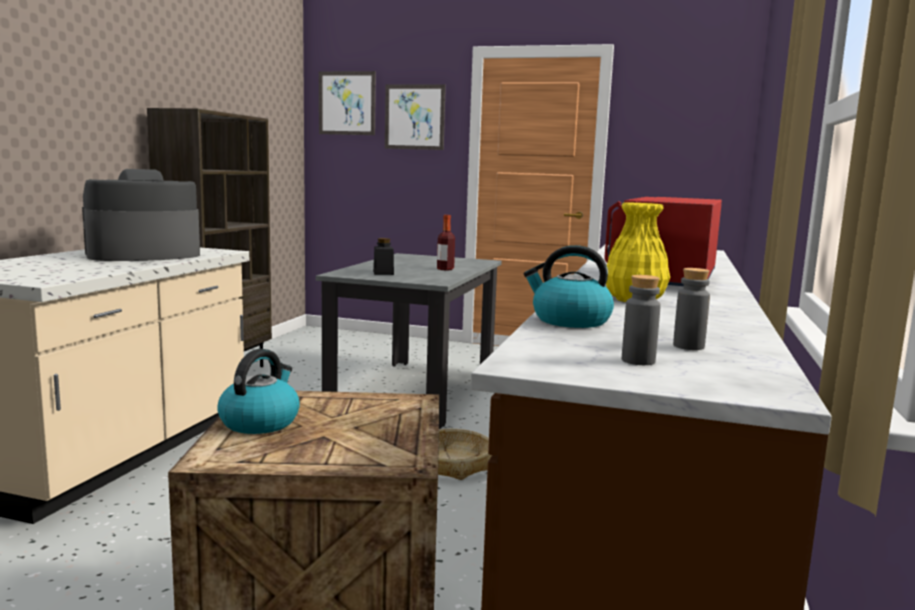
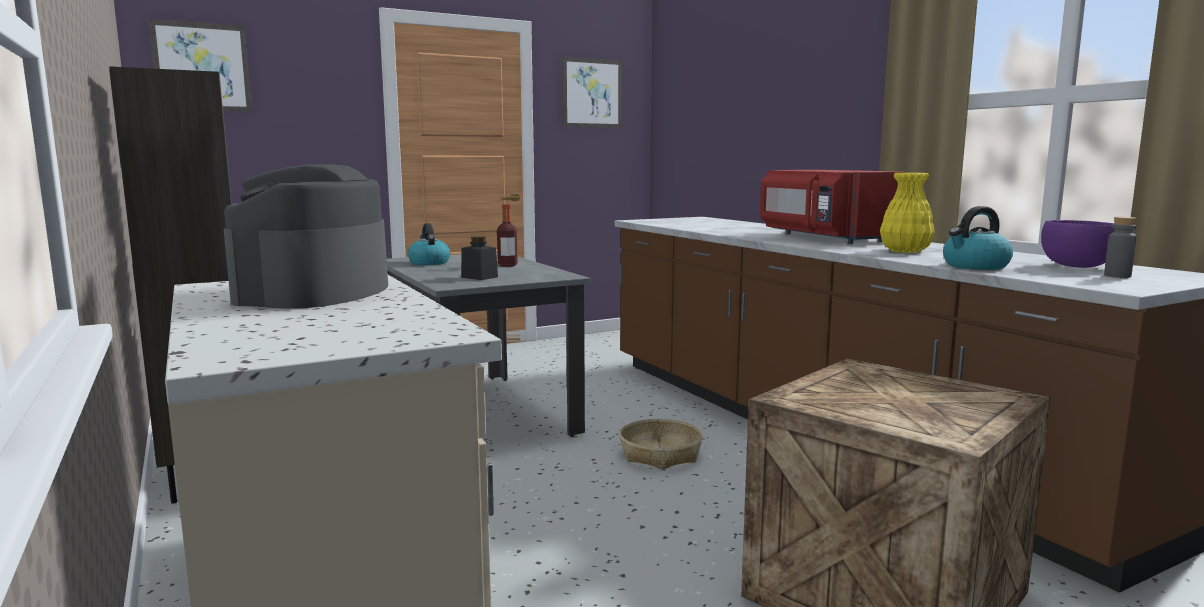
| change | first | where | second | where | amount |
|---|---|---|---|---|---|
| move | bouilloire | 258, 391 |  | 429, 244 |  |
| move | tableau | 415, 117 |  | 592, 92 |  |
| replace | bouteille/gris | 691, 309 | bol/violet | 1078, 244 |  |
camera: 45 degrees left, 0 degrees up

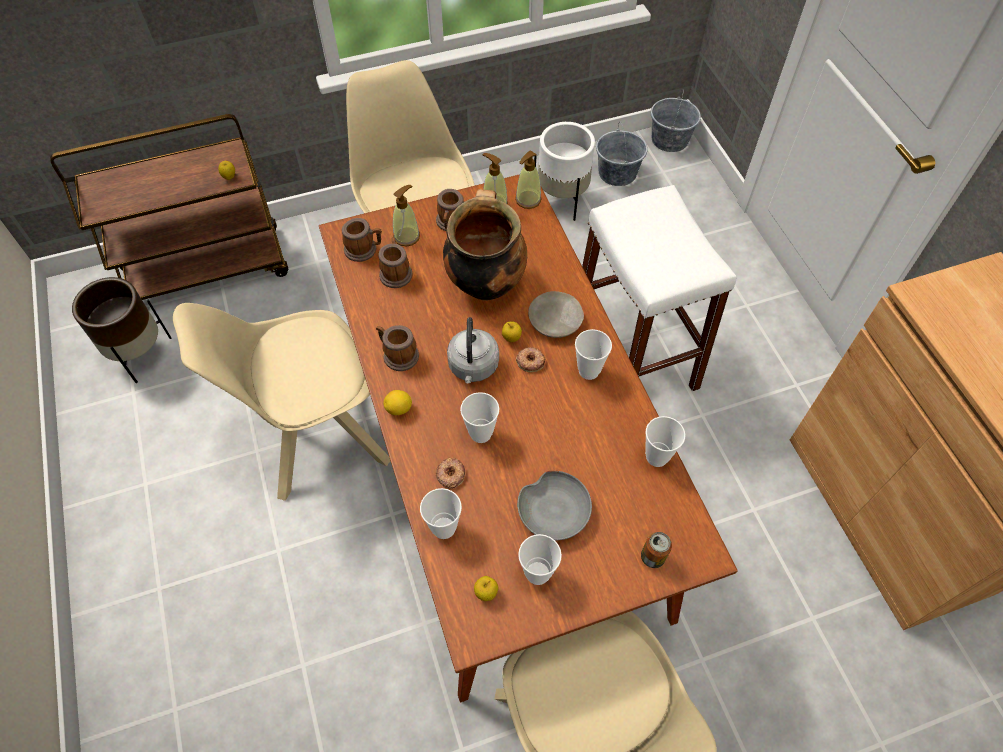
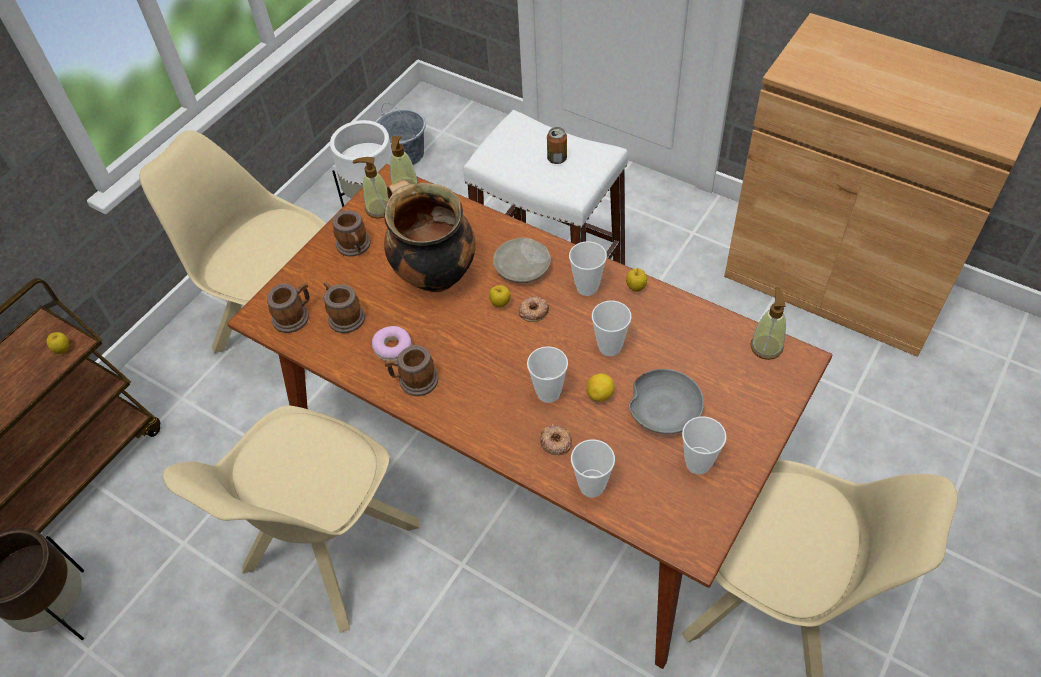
| change | first | where | second | where | amount |
|---|---|---|---|---|---|
| move | citron | 397, 402 |  | 600, 387 |  |
| move | distributeur de savon | 406, 215 |  | 768, 323 |  |
| delete | bouilloire/gris | 473, 350 |  |  |  |
| move | pomme | 486, 588 |  | 636, 280 |  |
| move | boîte métallique | 656, 550 |  | 557, 145 |  |
| move | tasse | 665, 441 |  | 612, 328 |  |
| delete | seau/gris | 676, 120 |  |  |  |
| insert |  |  | beignet | 392, 343 |  |
camera: 35 degrees left, 5 degrees down

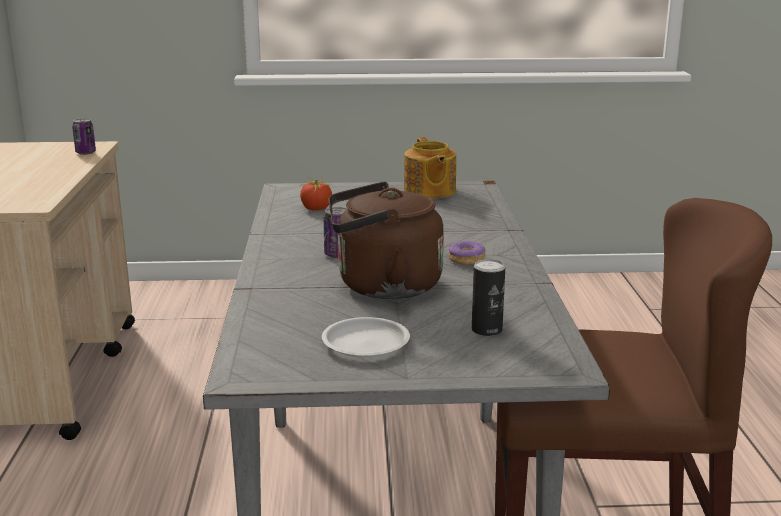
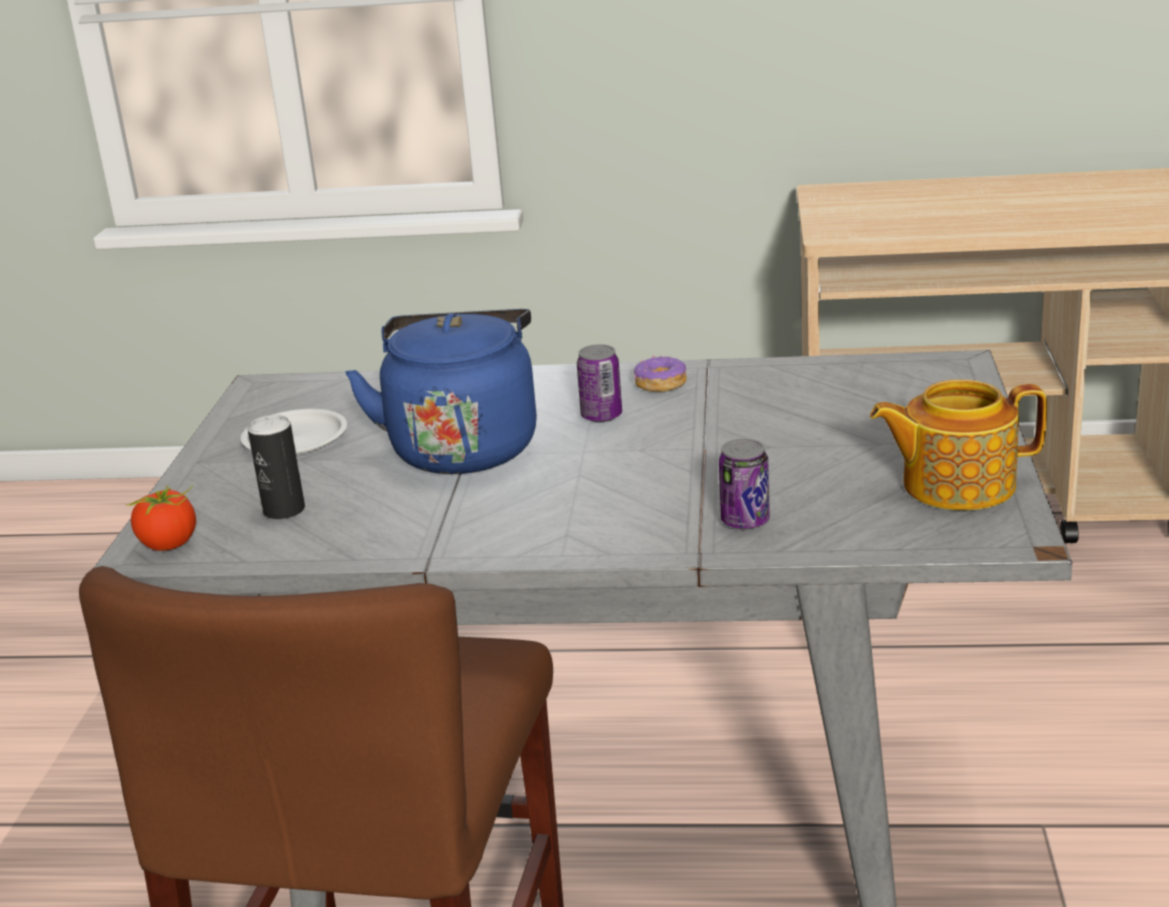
| change | first | where | second | where | amount |
|---|---|---|---|---|---|
| move | boîte métallique | 84, 136 |  | 744, 484 |  |
| move | tomate | 315, 193 |  | 160, 518 |  |
| recolor | bouilloire/marron | 386, 240 | bouilloire/bleu | 441, 391 |  |
| move | beignet | 467, 253 |  | 660, 374 |  |
camera: 100 degrees right, 5 degrees up

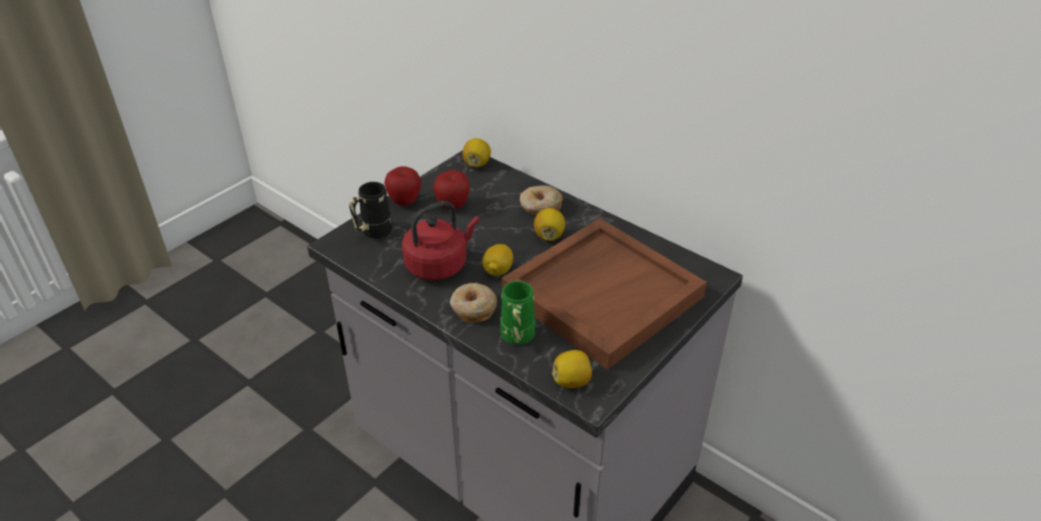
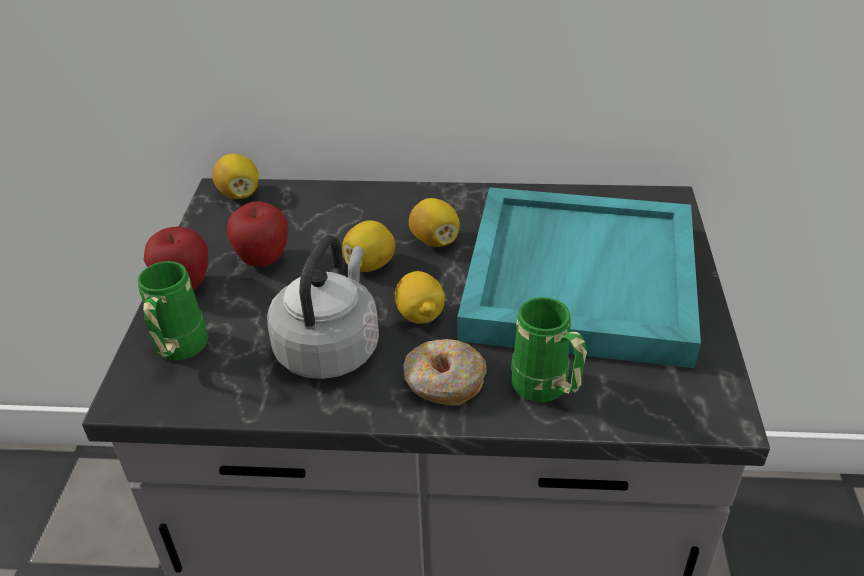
| change | first | where | second | where | amount |
|---|---|---|---|---|---|
| recolor | mug/noir | 370, 210 | mug/vert | 173, 311 |  |
| recolor | bouilloire/rouge | 440, 240 | bouilloire/gris | 323, 307 |  |
| recolor | plateau/marron | 604, 294 | plateau/turquoise | 579, 277 |  |
| delete | beignet | 541, 200 |  |  |  |
| move | citron | 572, 369 |  | 368, 246 |  |
camera: 35 degrees left, 0 degrees up

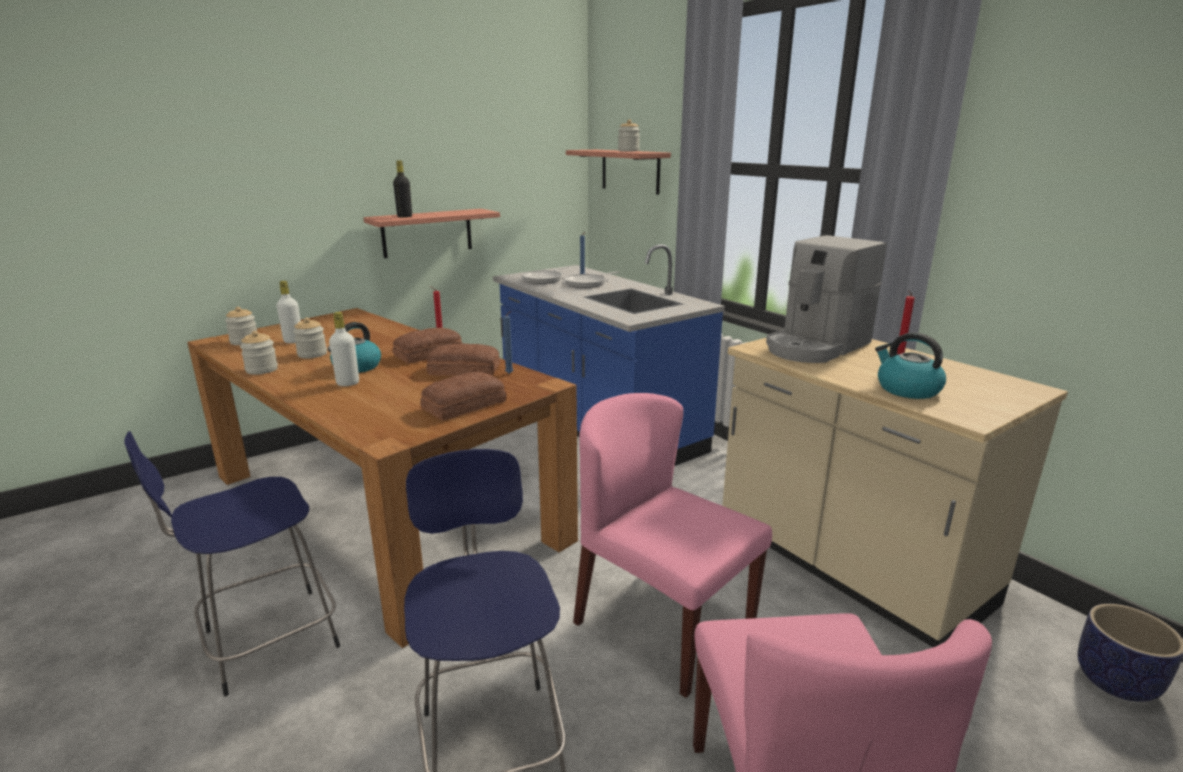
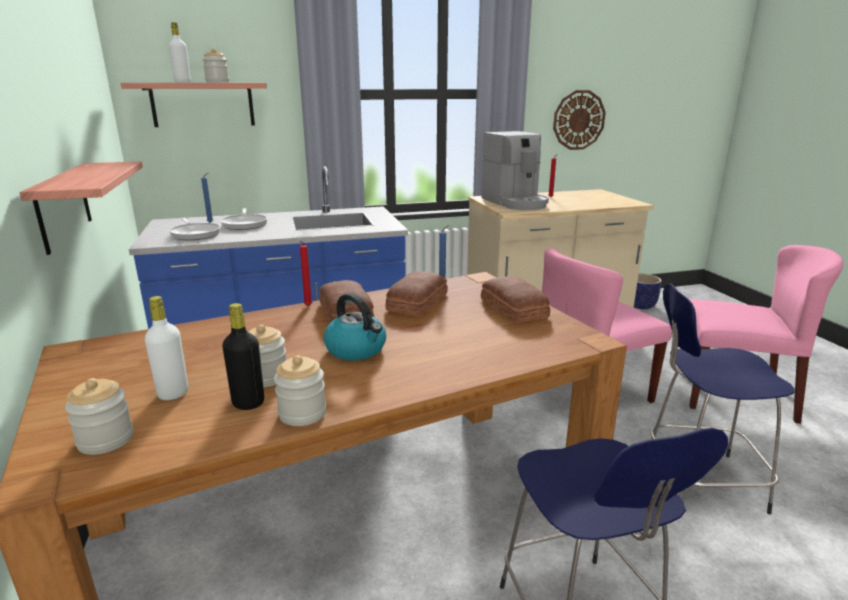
| change | first | where | second | where | amount |
|---|---|---|---|---|---|
| move | bouteille/blanc | 344, 349 |  | 179, 52 |  |
| move | bouteille/noir | 402, 189 |  | 243, 356 |  |
| delete | bouilloire | 910, 365 |  |  |  |
| insert |  |  | horloge murale | 579, 120 |  |
camera: 70 degrees left, 0 degrees up

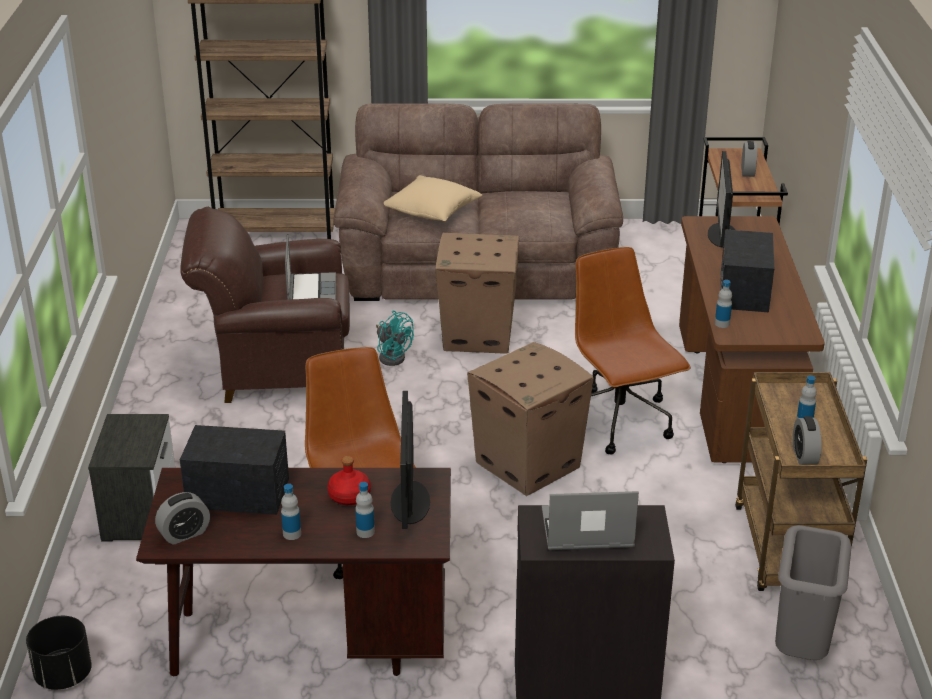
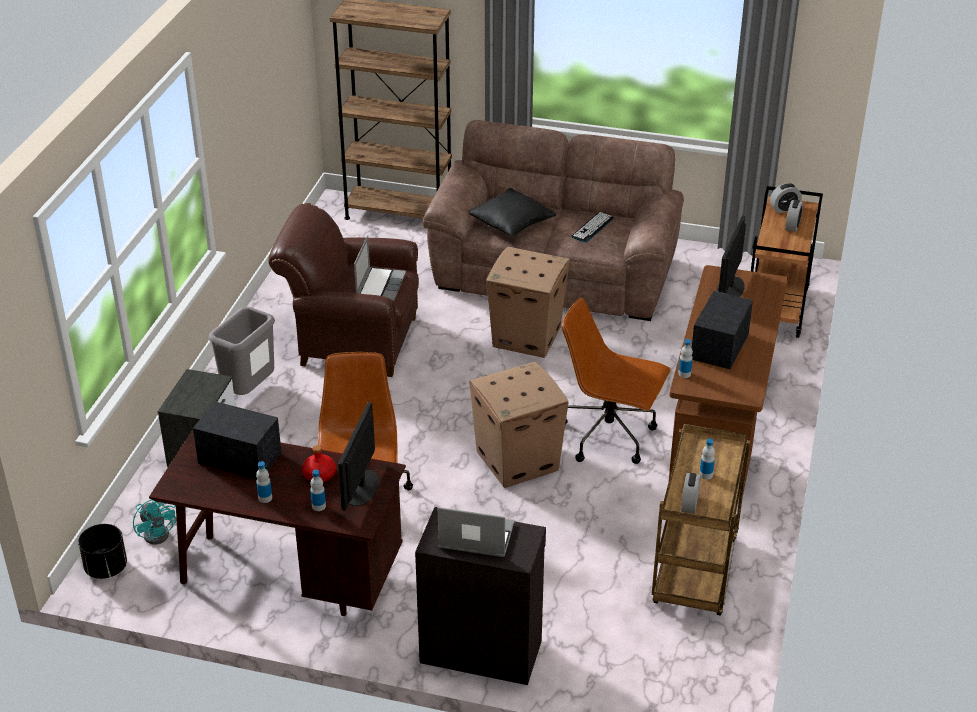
| change | first | where | second | where | amount |
|---|---|---|---|---|---|
| move | réveil | 182, 518 |  | 786, 198 |  |
| move | ventilateur/turquoise | 395, 338 |  | 154, 522 |  |
| recolor | coussin/beige | 433, 198 | coussin/noir | 513, 212 |  |
| rotate | chaise de bureau/marron | 633, 350 |  | 616, 381 | 60 degrees counterclockwise |
| move | poubelle/gris | 813, 592 |  | 241, 351 |  |
| insert |  |  | clavier | 592, 227 |  |
camera: 15 degrees right, 5 degrees up

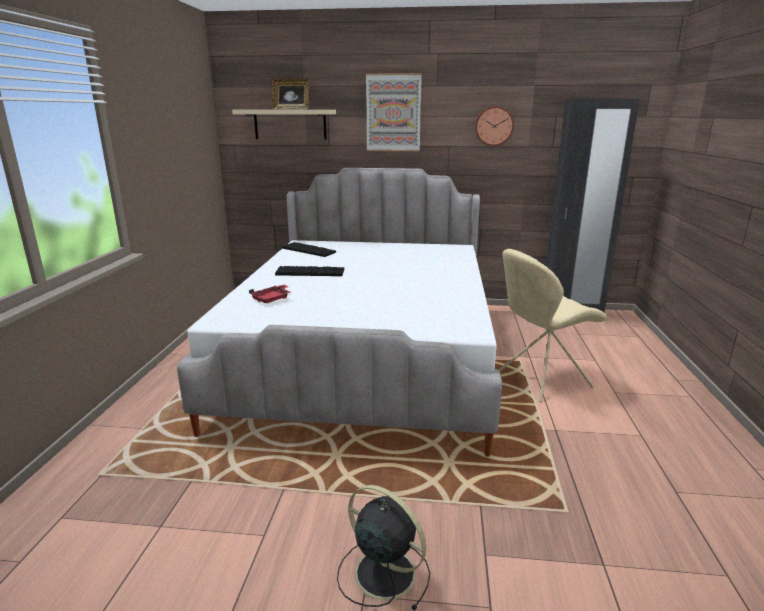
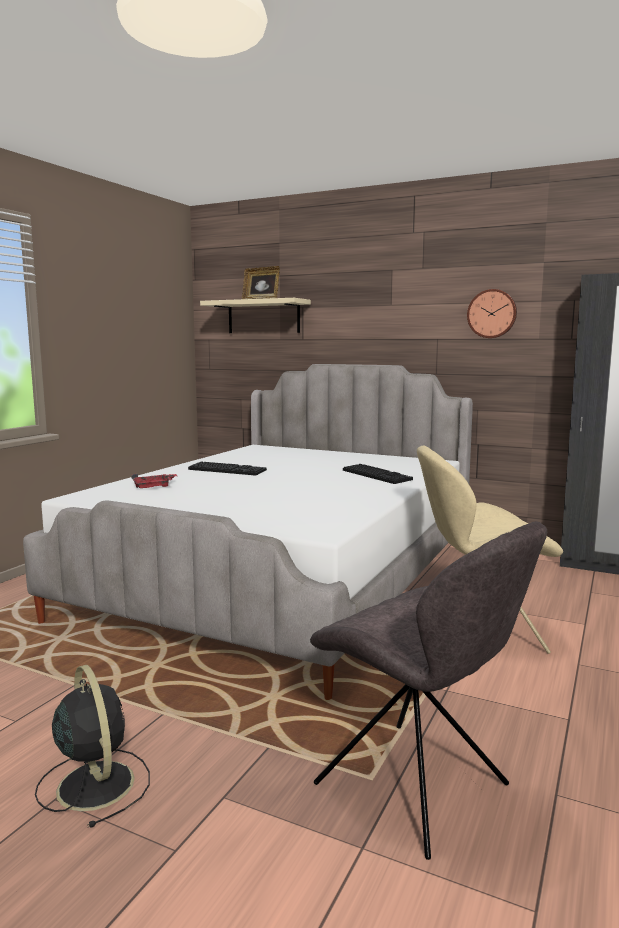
| change | first | where | second | where | amount |
|---|---|---|---|---|---|
| move | clavier | 309, 249 |  | 378, 474 |  |
| delete | tableau | 394, 112 |  |  |  |
| insert |  |  | chaise/gris | 428, 690 |  |
camera: 20 degrees right, 10 degrees down

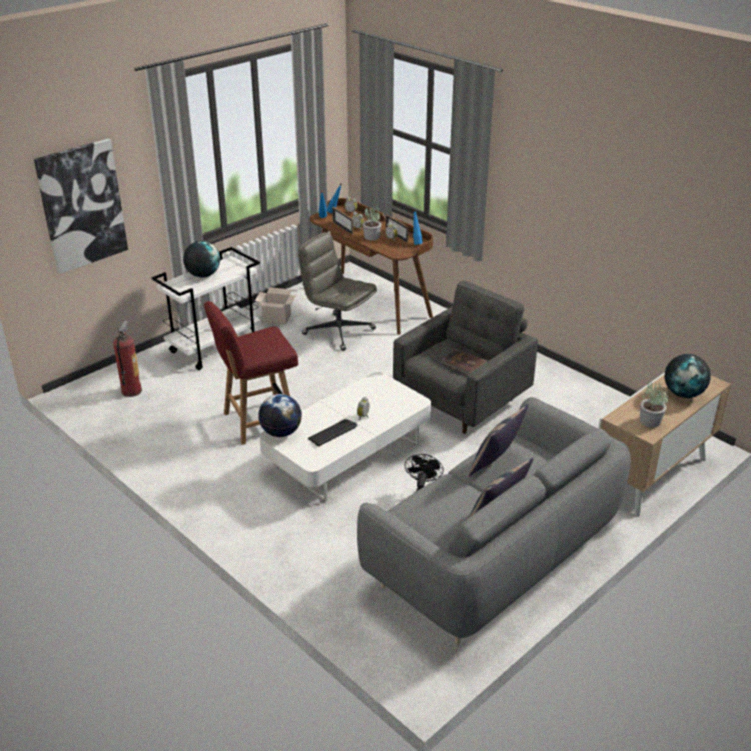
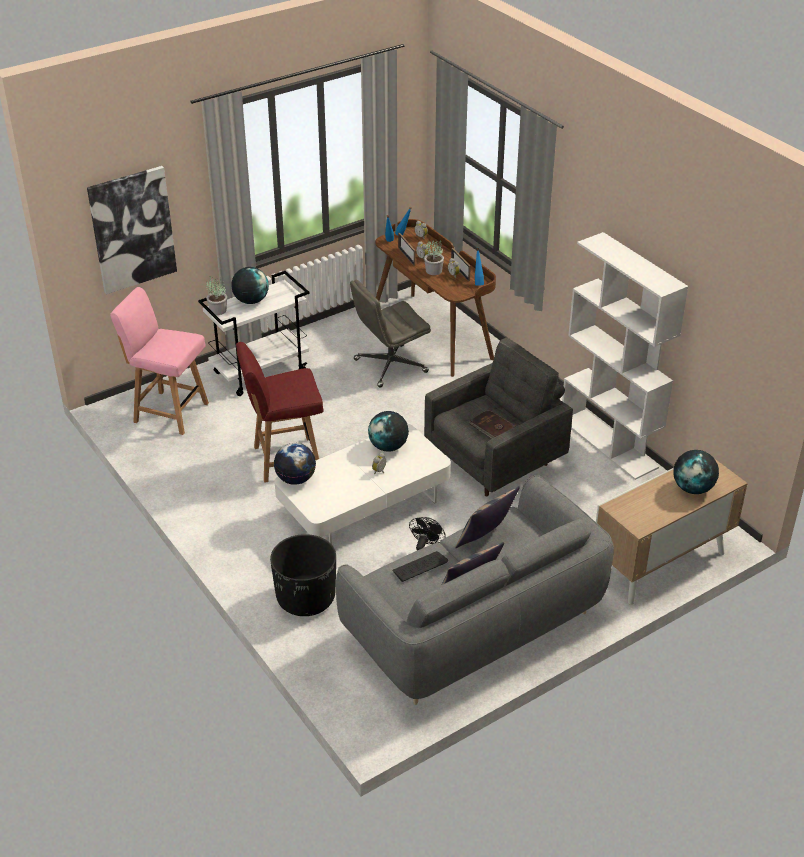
| change | first | where | second | where | amount |
|---|---|---|---|---|---|
| replace | extincteur | 127, 359 | chaise/rose | 159, 361 |  |
| delete | carton | 275, 306 |  |  |  |
| rotate | chaise de bureau/gris | 337, 291 |  | 390, 334 | 75 degrees counterclockwise |
| move | clavier | 332, 432 |  | 420, 566 |  |
| move | plante en pot | 654, 405 |  | 216, 296 |  |
| insert |  |  | cache-pot/noir | 303, 575 |  |
| insert |  |  | globe | 388, 431 |  |
| insert |  |  | bibliothèque/blanc | 625, 356 |  |
camera: 10 degrees right, 5 degrees up

